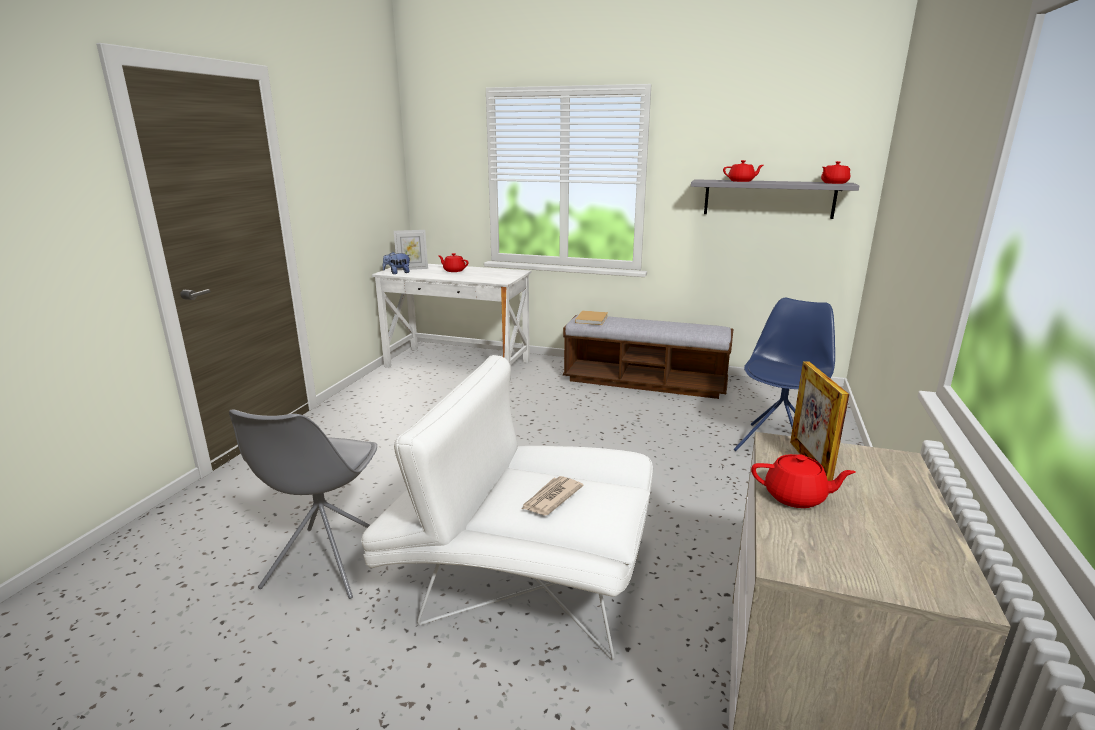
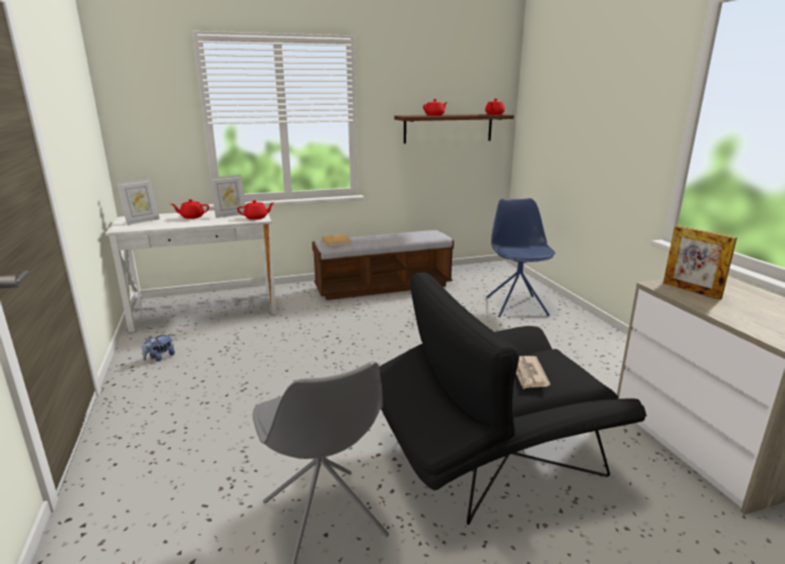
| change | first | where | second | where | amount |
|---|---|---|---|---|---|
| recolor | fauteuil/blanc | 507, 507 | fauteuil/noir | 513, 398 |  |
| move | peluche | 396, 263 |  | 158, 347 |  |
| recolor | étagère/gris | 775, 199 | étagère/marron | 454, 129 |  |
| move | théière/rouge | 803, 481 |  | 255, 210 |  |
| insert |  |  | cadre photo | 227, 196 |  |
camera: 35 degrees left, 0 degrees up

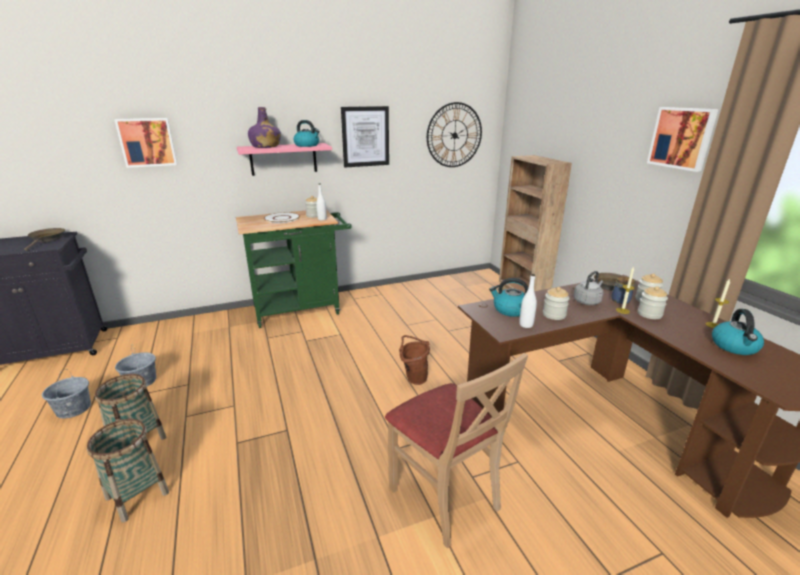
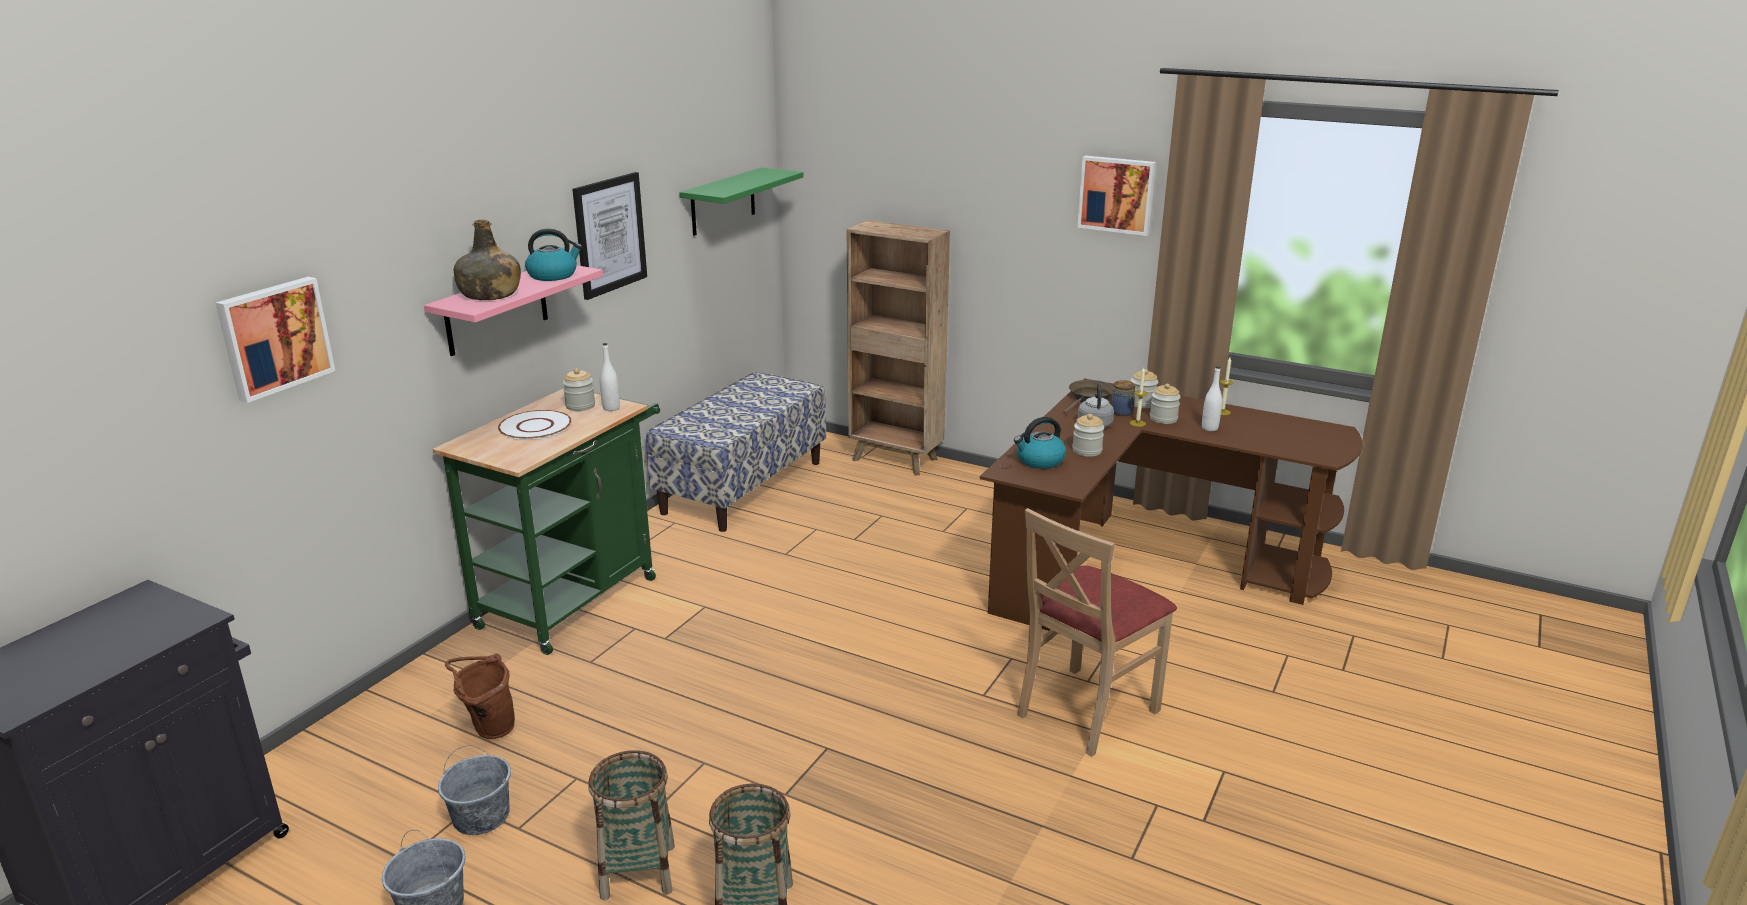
| change | first | where | second | where | amount |
|---|---|---|---|---|---|
| delete | poêle/marron | 44, 239 |  |  |  |
| recolor | bouteille/violet | 264, 127 | bouteille/vert | 487, 260 |  |
| rotate | chaise/beige | 456, 450 |  | 1097, 632 | 120 degrees clockwise |
| move | seau/marron | 414, 360 |  | 480, 696 |  |
| replace | horloge murale | 454, 134 | étagère/vert | 741, 201 |  |
| move | bouteille/blanc | 528, 301 |  | 1212, 398 |  |
| delete | bouilloire | 738, 332 |  |  |  |
| insert |  |  | banc | 736, 452 |  |
camera: 40 degrees left, 0 degrees up

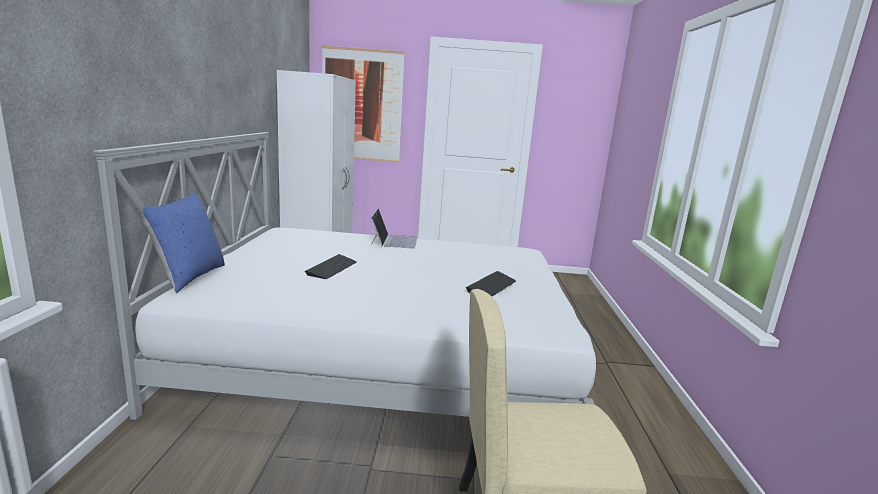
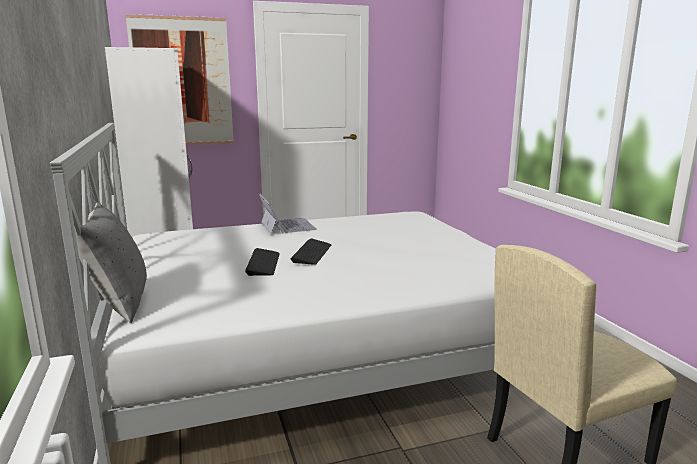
| change | first | where | second | where | amount |
|---|---|---|---|---|---|
| recolor | coussin/bleu | 182, 242 | coussin/gris | 111, 262 |  |
| move | clavier | 491, 283 |  | 310, 251 |  |
camera: 20 degrees left, 0 degrees up

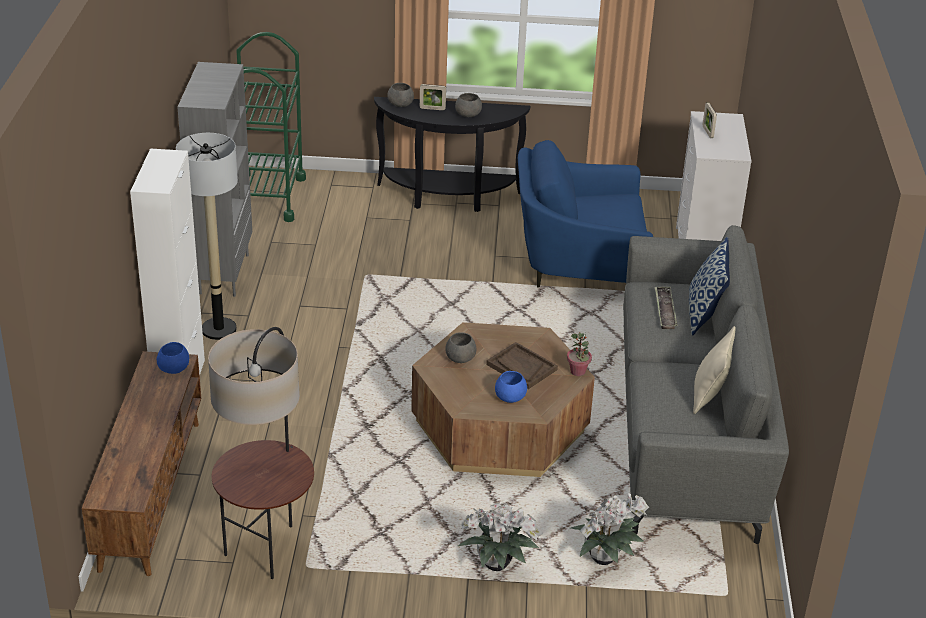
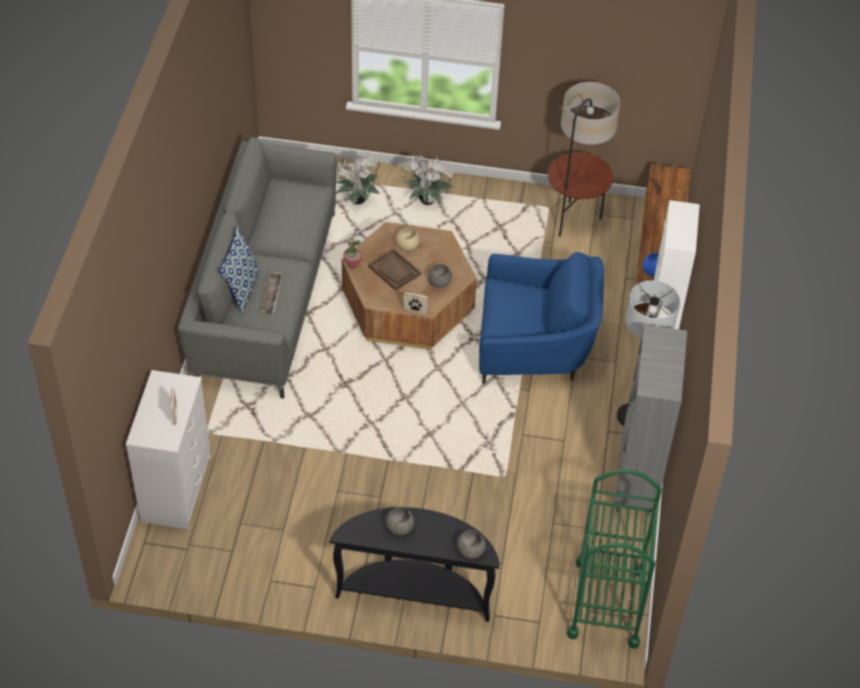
| change | first | where | second | where | amount |
|---|---|---|---|---|---|
| move | cadre photo | 433, 97 |  | 415, 303 |  |
| recolor | bol/bleu | 511, 387 | bol/beige | 408, 239 |  |
| move | fauteuil/bleu | 585, 213 |  | 541, 318 |  |
| delete | coussin/beige | 714, 370 |  |  |  |
camera: 175 degrees left, 15 degrees up

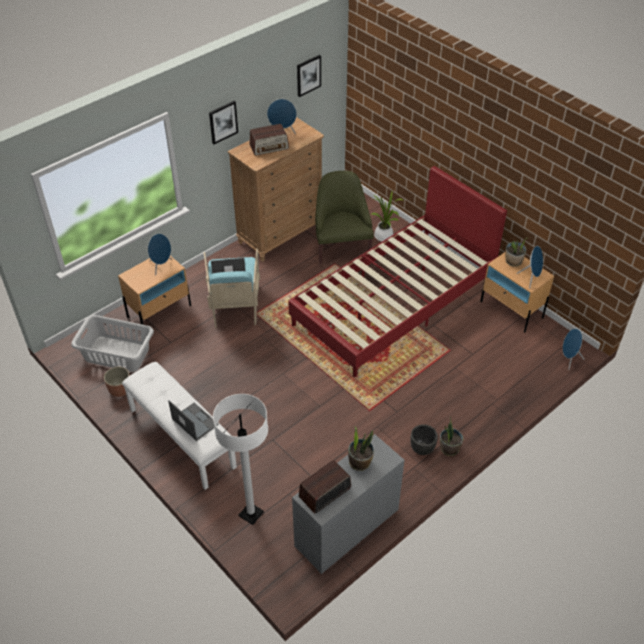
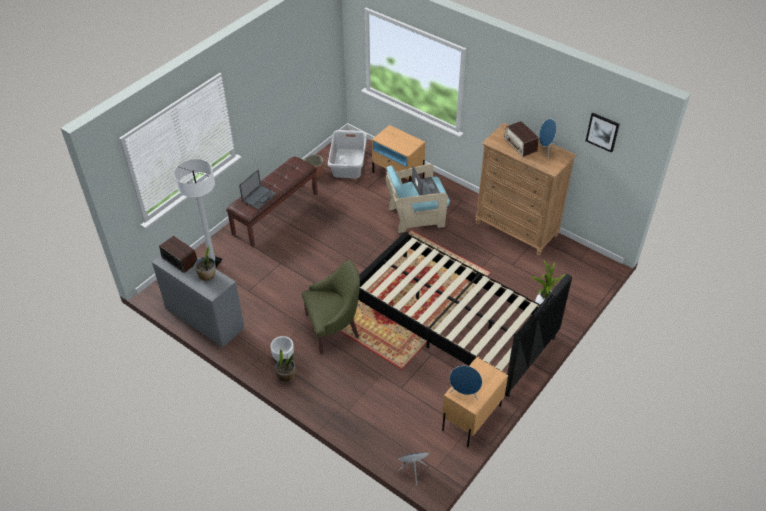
| change | first | where | second | where | amount |
|---|---|---|---|---|---|
| recolor | banc/blanc | 179, 426 | banc/marron | 272, 202 |  |
| delete | enceinte/bleu | 160, 255 |  |  |  |
| delete | tableau | 223, 122 |  |  |  |
| recolor | lit/rouge | 397, 271 | lit/noir | 464, 314 |  |
| move | fauteuil/vert | 344, 217 |  | 331, 307 |  |
| recolor | cache-pot/noir | 424, 439 | cache-pot/blanc | 282, 348 |  |
| delete | plante en pot | 516, 252 |  |  |  |
camera: 80 degrees right, 0 degrees up

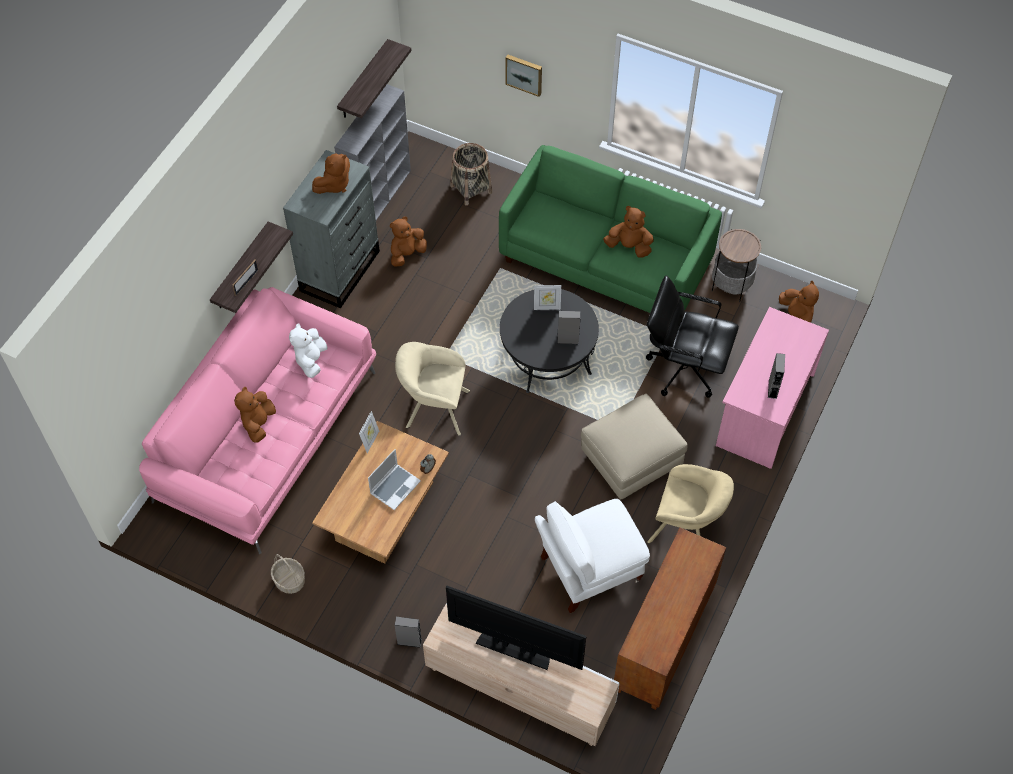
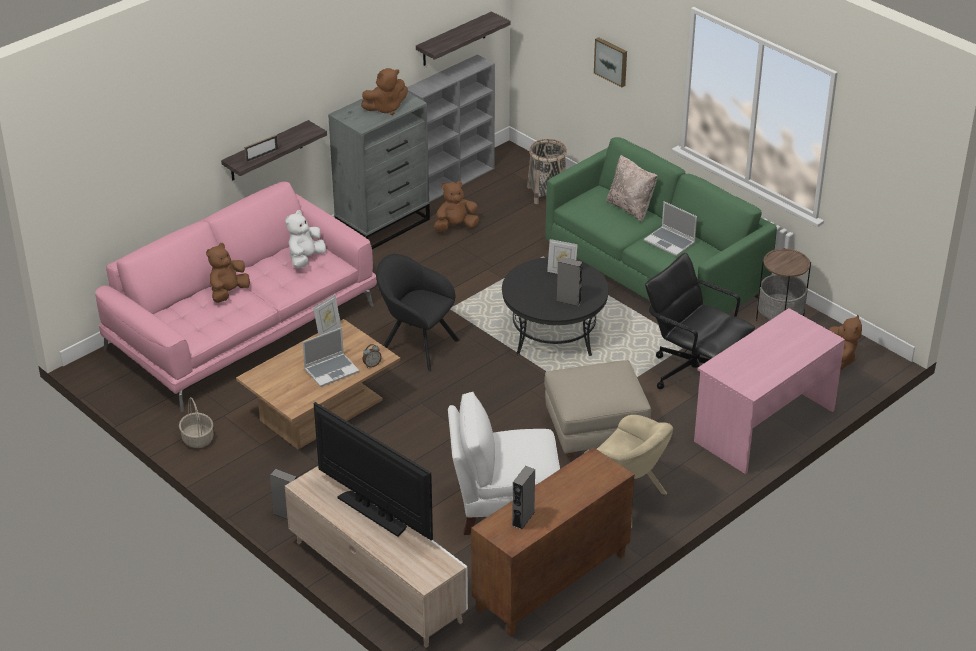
| change | first | where | second | where | amount |
|---|---|---|---|---|---|
| recolor | fauteuil/beige | 432, 389 | fauteuil/noir | 418, 313 |  |
| replace | peluche/marron | 628, 232 | ordinateur portable | 670, 228 |  |
| move | enceinte/gris | 776, 376 |  | 523, 498 |  |
| insert |  |  | coussin/beige | 631, 189 |  |
camera: 20 degrees right, 20 degrees down

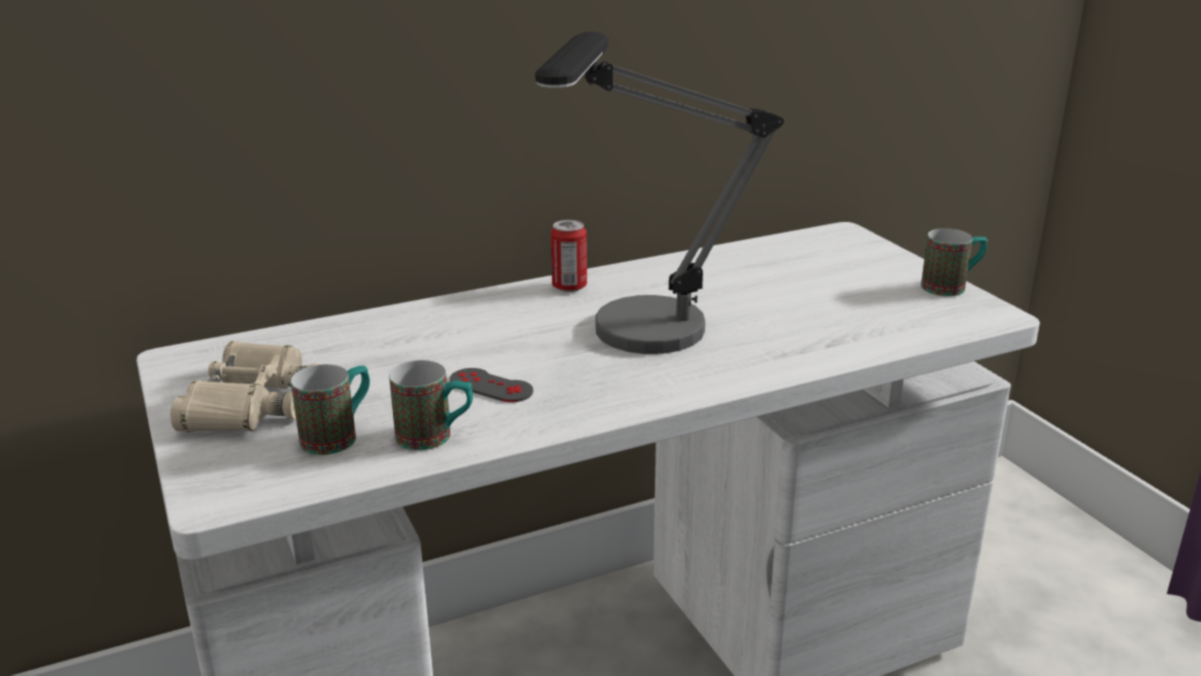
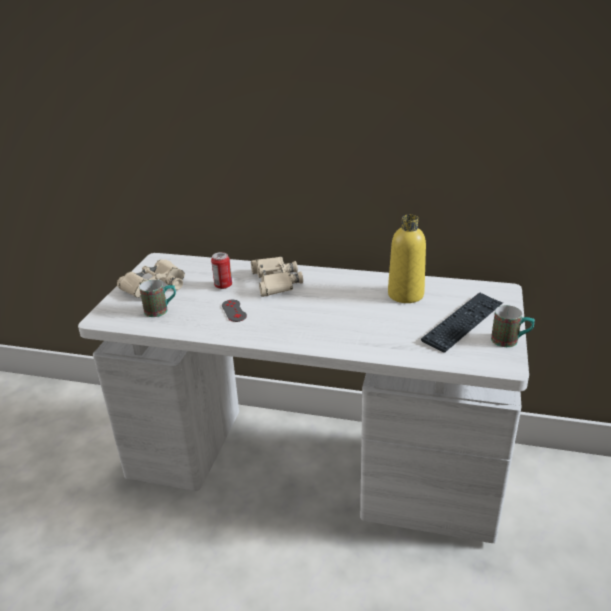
| change | first | where | second | where | amount |
|---|---|---|---|---|---|
| delete | mug | 431, 405 |  |  |  |
| delete | lampe de table | 659, 192 |  |  |  |
| move | boîte métallique | 569, 256 |  | 221, 270 |  |
| insert |  |  | jumelles/beige | 277, 276 |  |
| insert |  |  | bouteille/jaune | 407, 259 |  |
| insert |  |  | clavier | 462, 322 |  |
camera: 40 degrees right, 5 degrees up

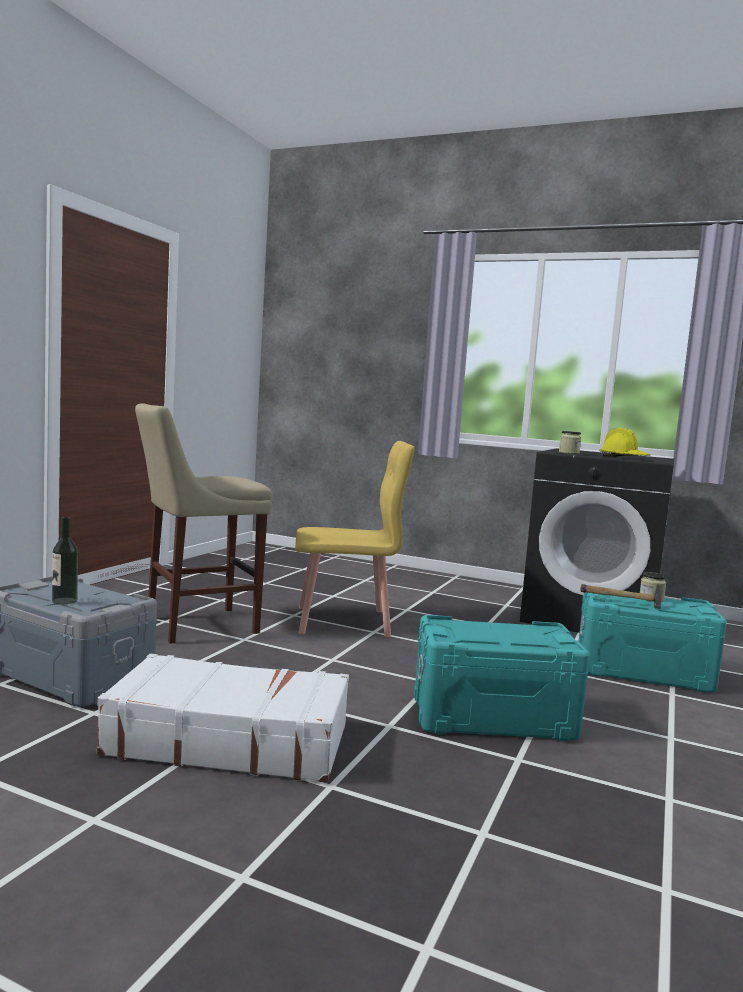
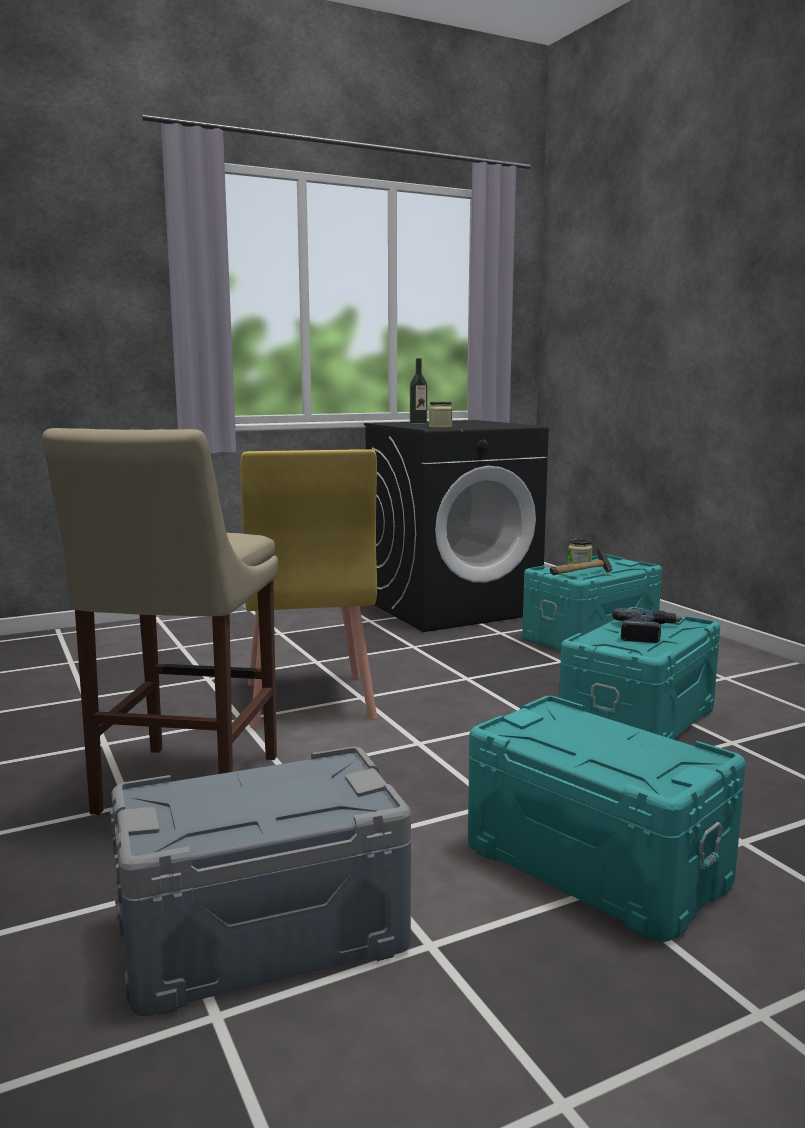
| change | first | where | second | where | amount |
|---|---|---|---|---|---|
| move | bouteille | 65, 560 |  | 418, 391 |  |
| replace | valise/blanc | 223, 718 | boîte de rangement/turquoise | 607, 819 |  |
| rotate | chaise/jaune | 354, 539 |  | 308, 589 | 135 degrees clockwise |
| delete | casque de chantier/jaune | 625, 442 |  |  |  |
| insert |  |  | perceuse | 647, 625 |  |
camera: 50 degrees left, 5 degrees up

